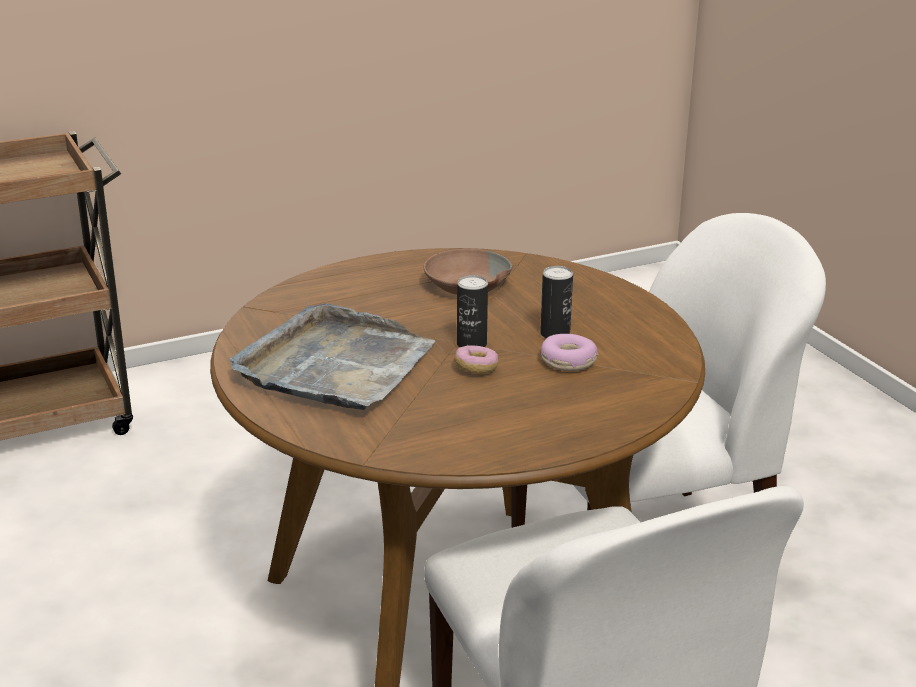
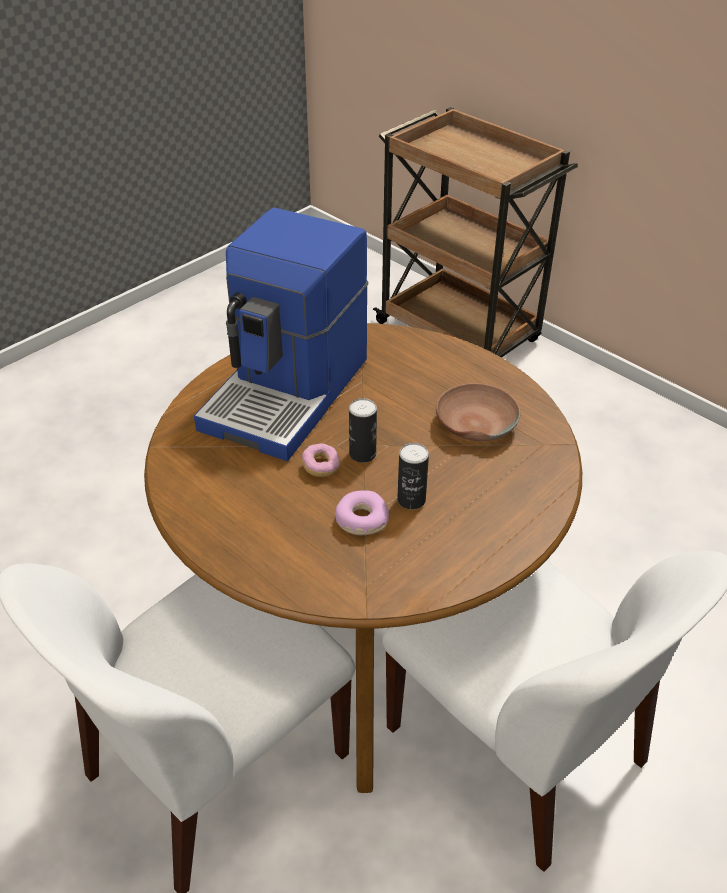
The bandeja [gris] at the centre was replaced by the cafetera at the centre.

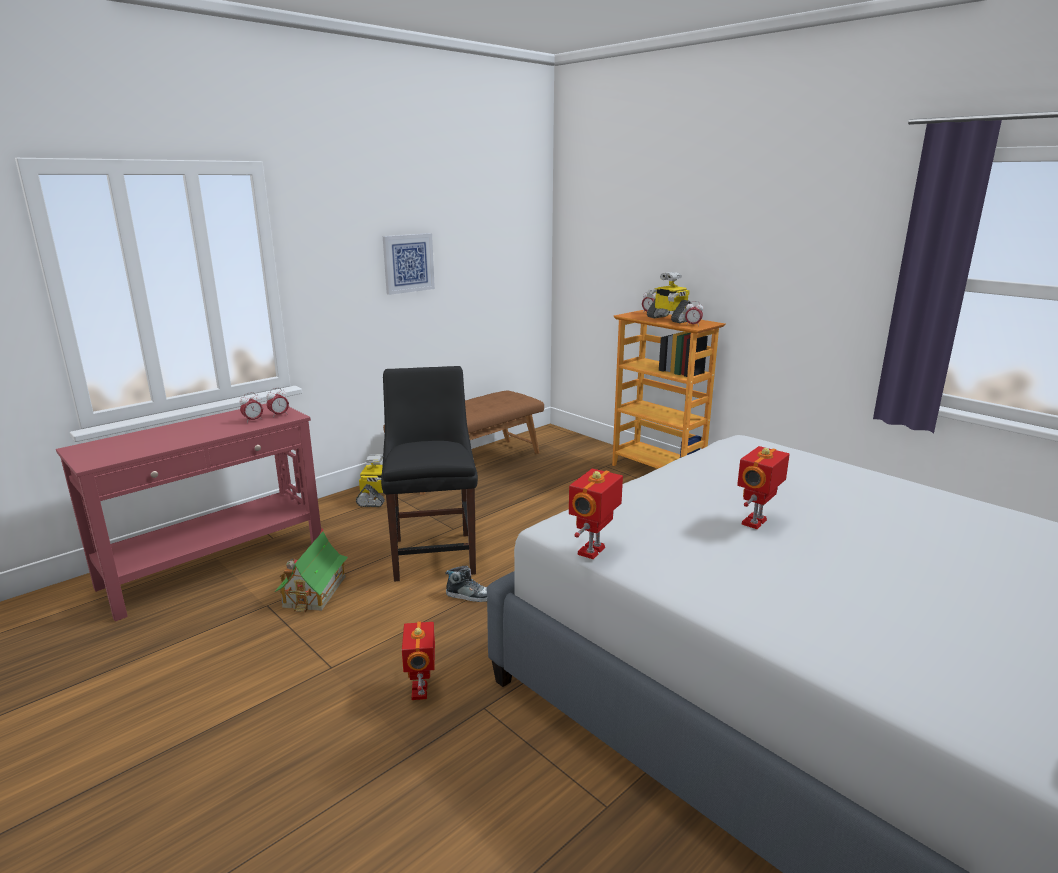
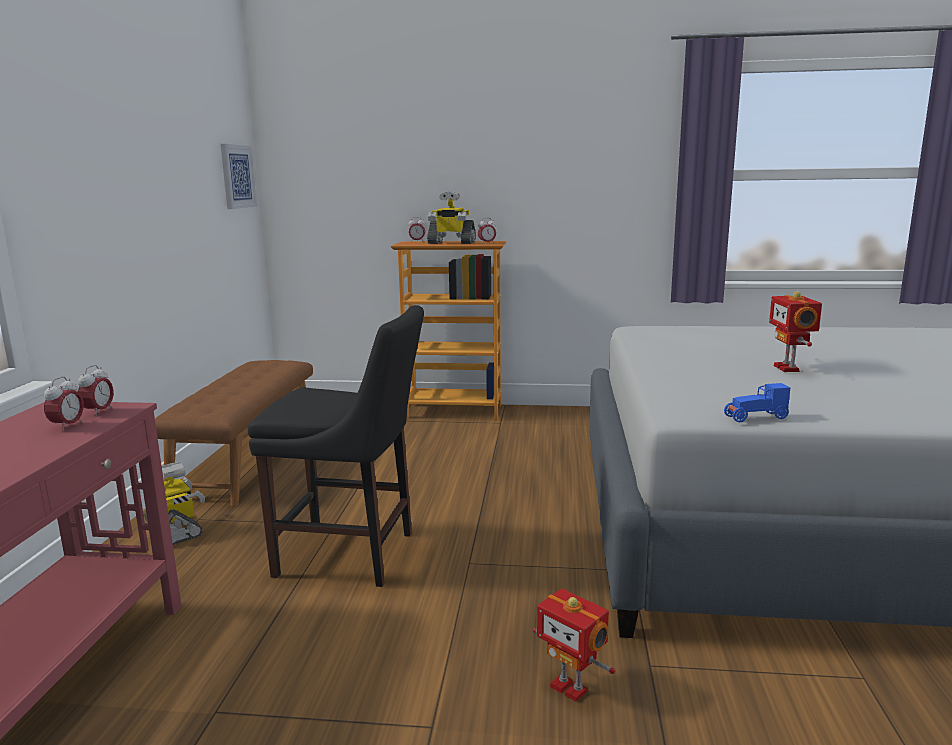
The cuadro moved from the top centre to the top left. The silla [negro] at the centre turned 150 degrees clockwise. The robot de juguete (3rd from left) at the centre was replaced by the coche de juguete [azul] at the middle right. The casita at the middle left disappeared. The zapato at the bottom centre disappeared.

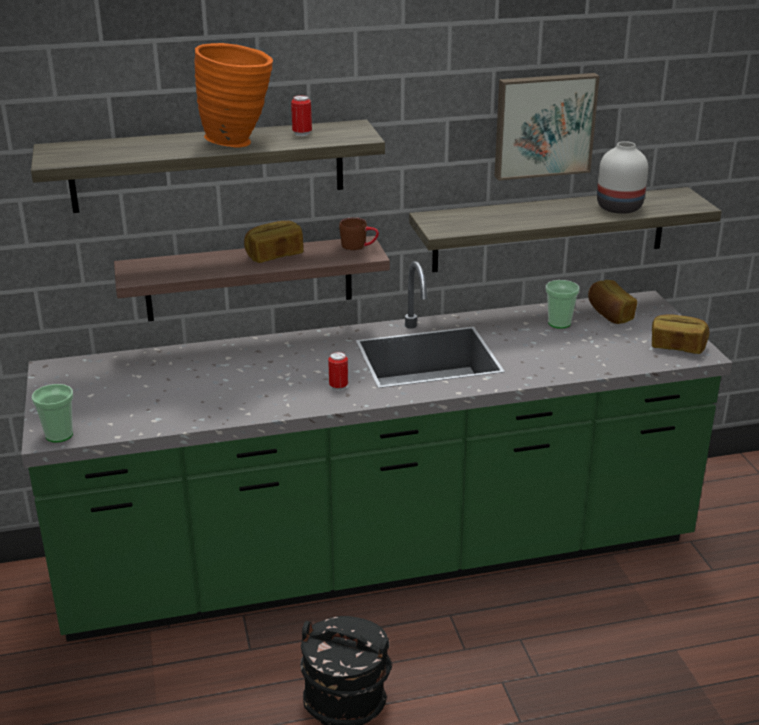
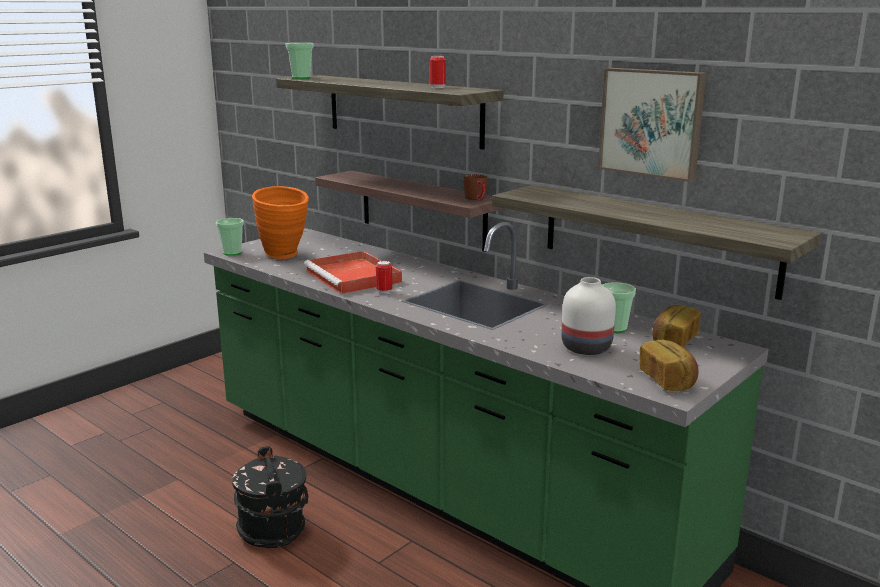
The florero [naranja] moved from the top left to the middle left. The taza (2nd from left) at the top centre appeared. The bandeja [rojo] at the centre appeared. The florero [blanco] moved from the top right to the middle right. The pan (1st from left) at the centre disappeared.

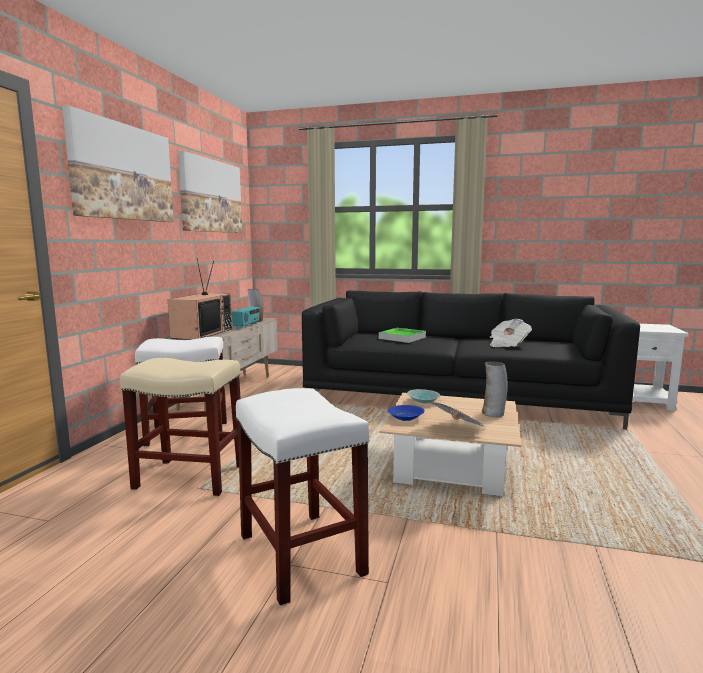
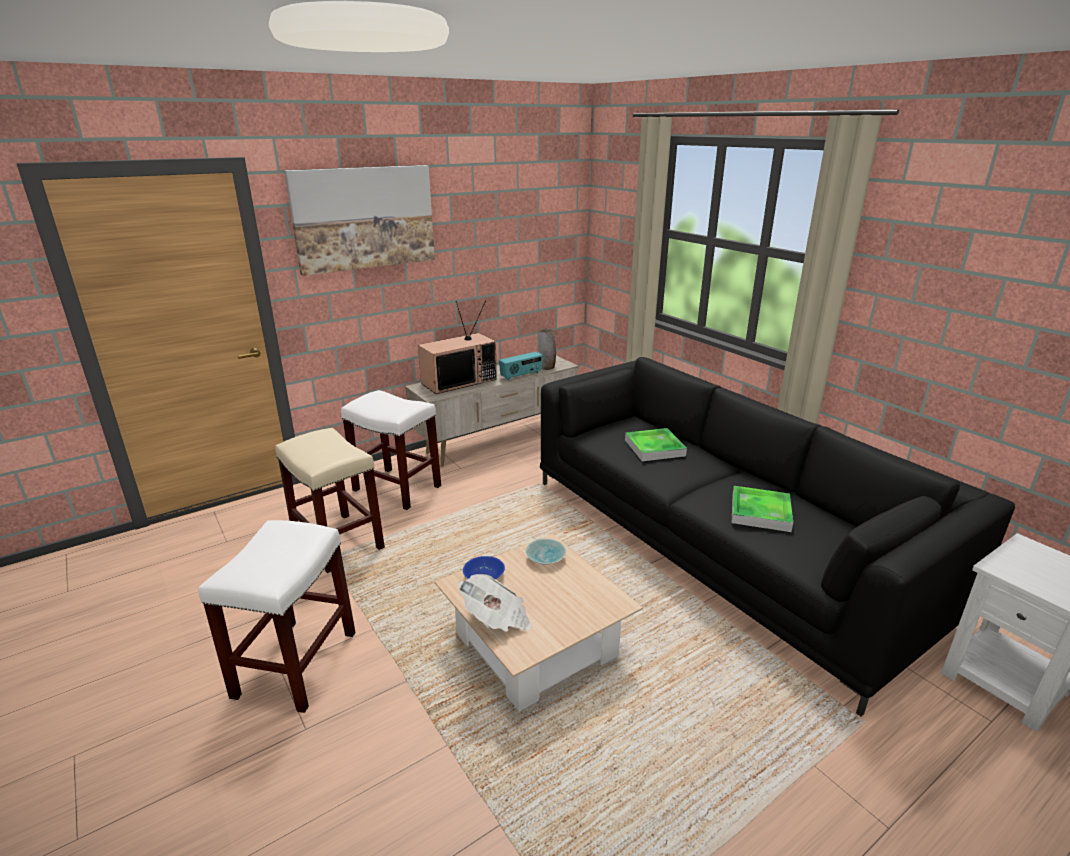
The periódico (2nd from left) at the middle right was replaced by the bandeja (2nd from left) at the middle right. The cuadro (2nd from left) at the top left disappeared. The florero (2nd from left) at the middle right disappeared.

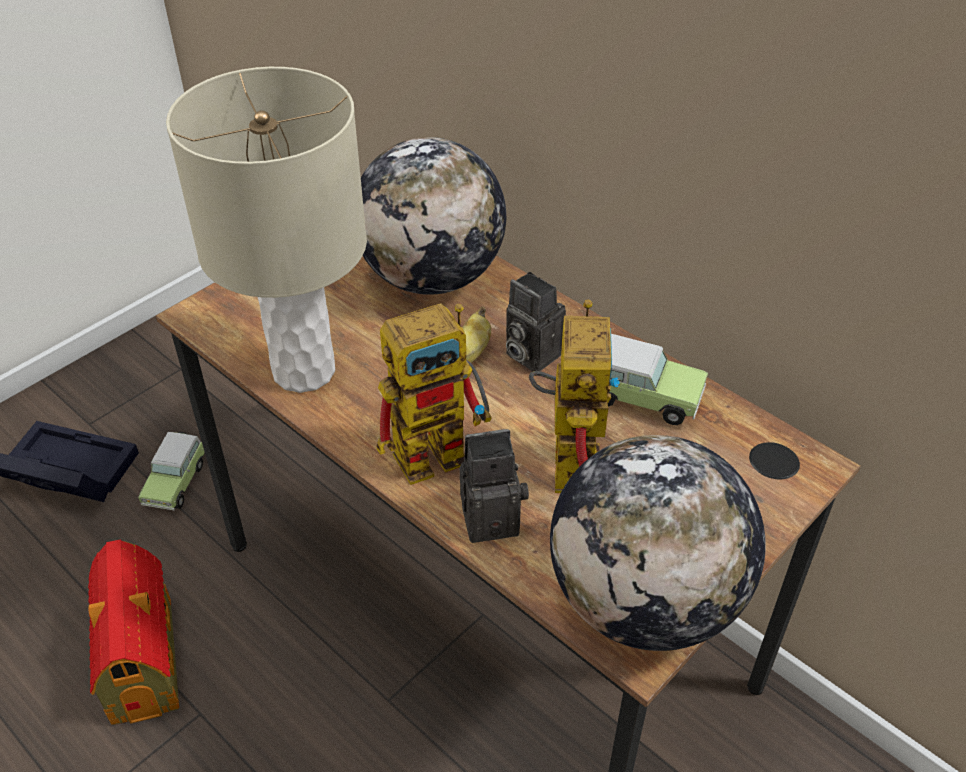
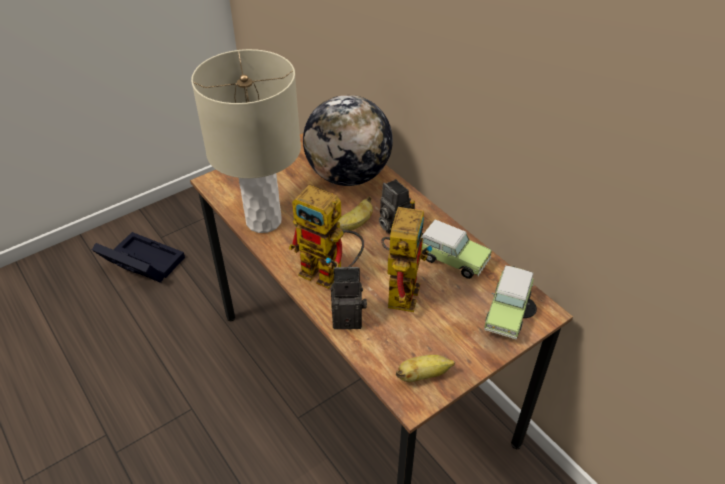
The robot de juguete (1st from left) at the centre turned 45 degrees clockwise. The globo terráqueo (2nd from left) at the bottom right was replaced by the plátano (2nd from left) at the bottom centre. The coche de juguete (1st from left in the first image) moved from the middle left to the middle right. The casita at the bottom left disappeared.

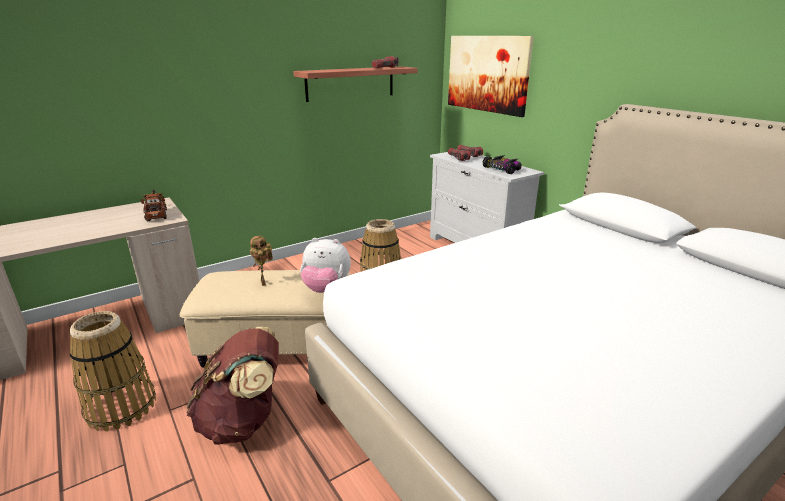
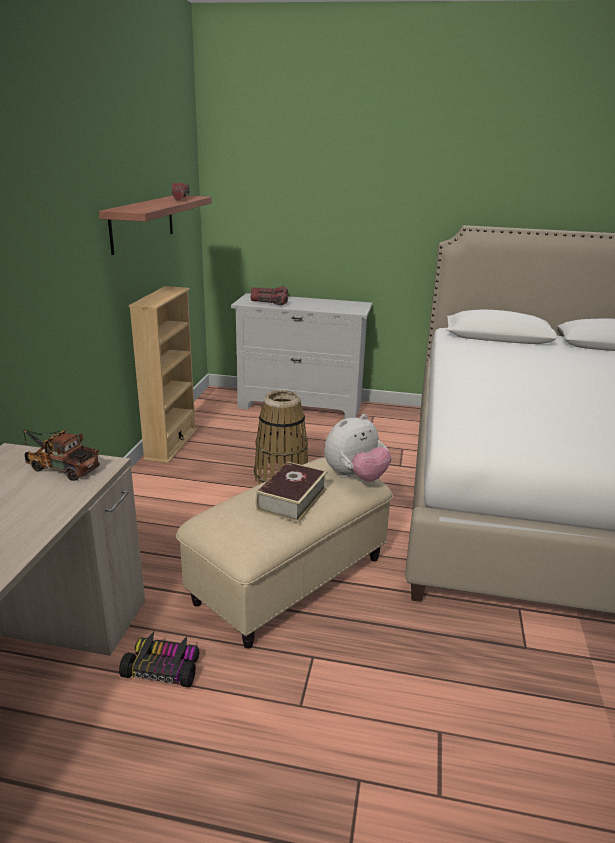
The coche de juguete moved from the top centre to the bottom left. The estantería [beis] at the middle left appeared. The robot de juguete at the middle left was replaced by the libro at the centre. The cesta (1st from left) at the bottom left disappeared. The mochila [marrón] at the bottom left disappeared. The cuadro at the top centre disappeared.

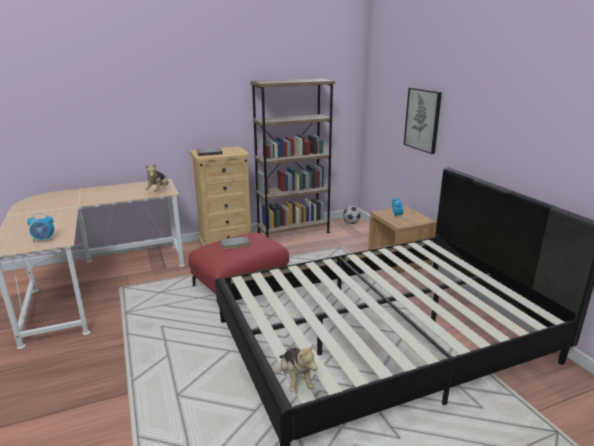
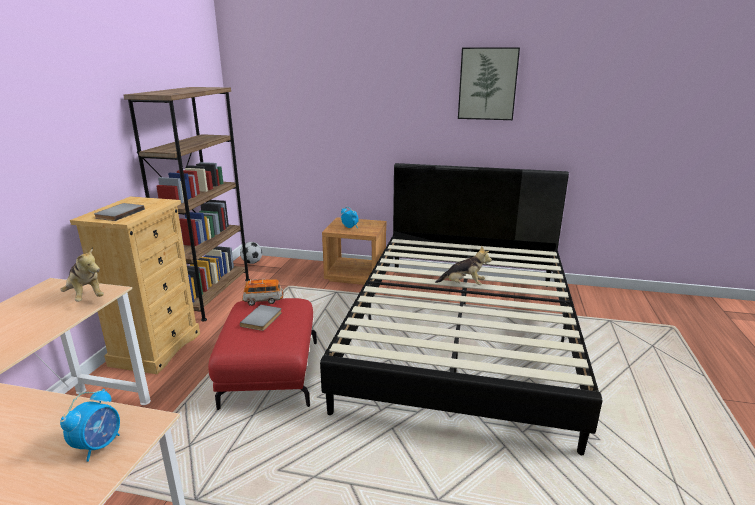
The coche de juguete at the centre appeared. The peluche (2nd from left) moved from the bottom centre to the centre. The cuadro moved from the top right to the top centre.

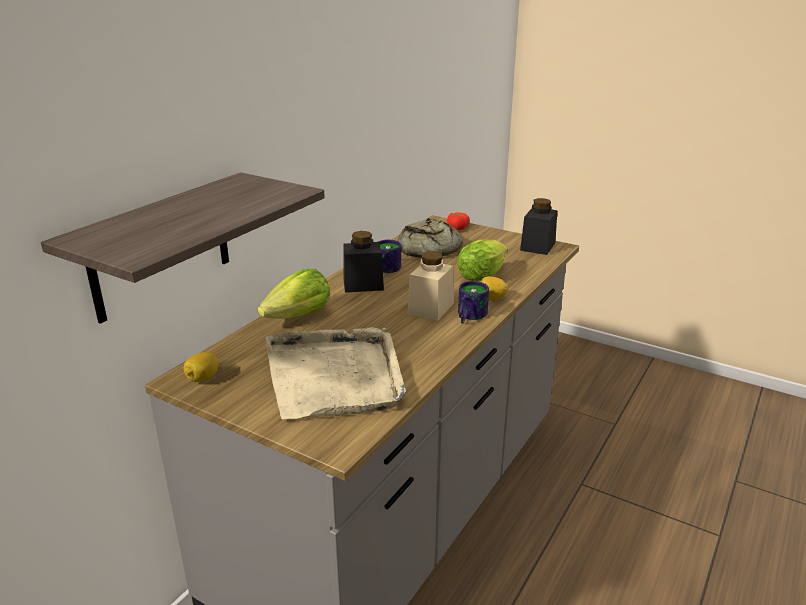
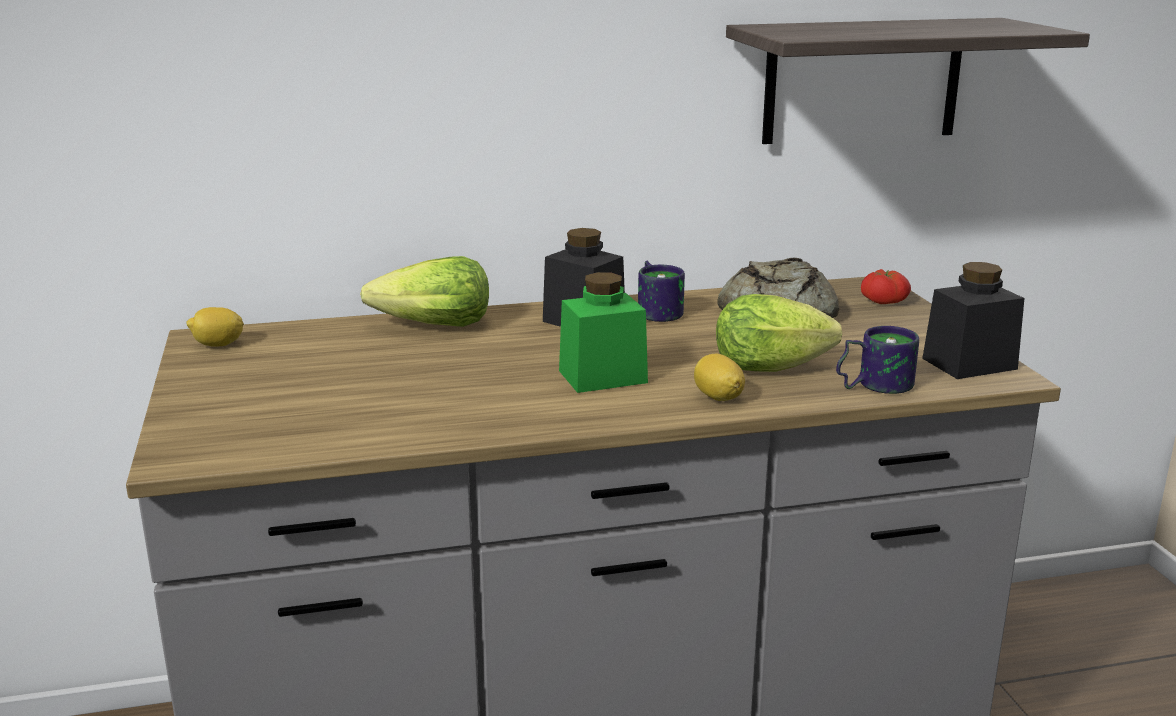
The tarro [beis] at the centre became the tarro [verde] at the centre. The estante moved from the middle left to the top right. The taza grande (2nd from left) moved from the centre to the middle right. The bandeja [beis] at the centre disappeared.

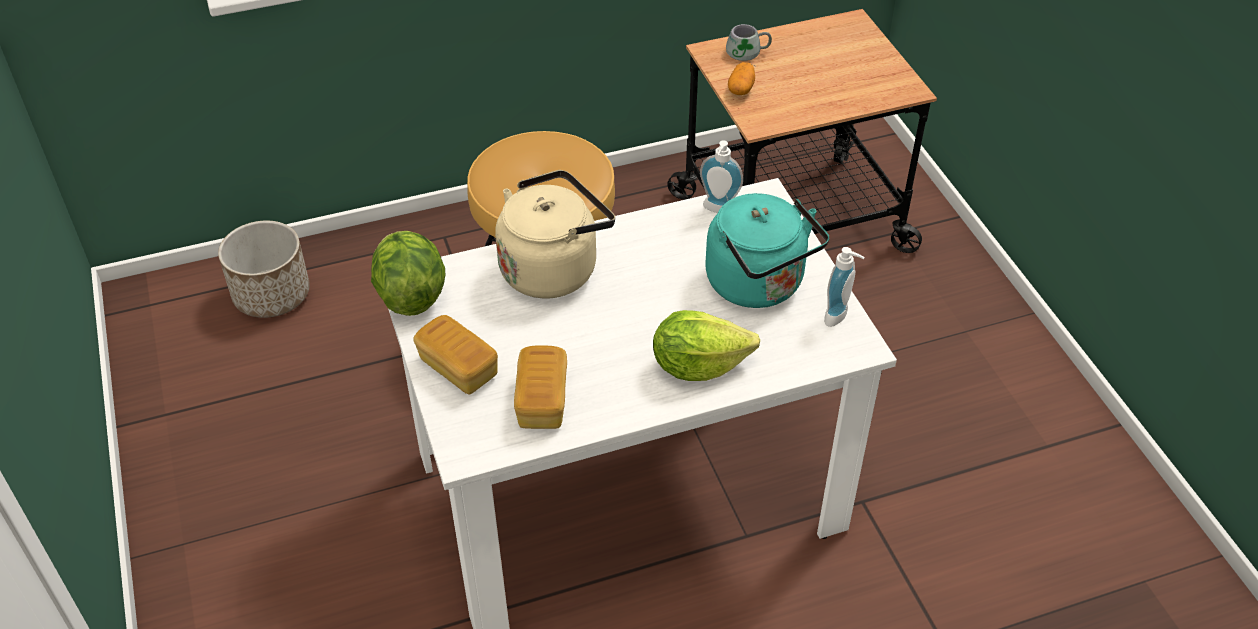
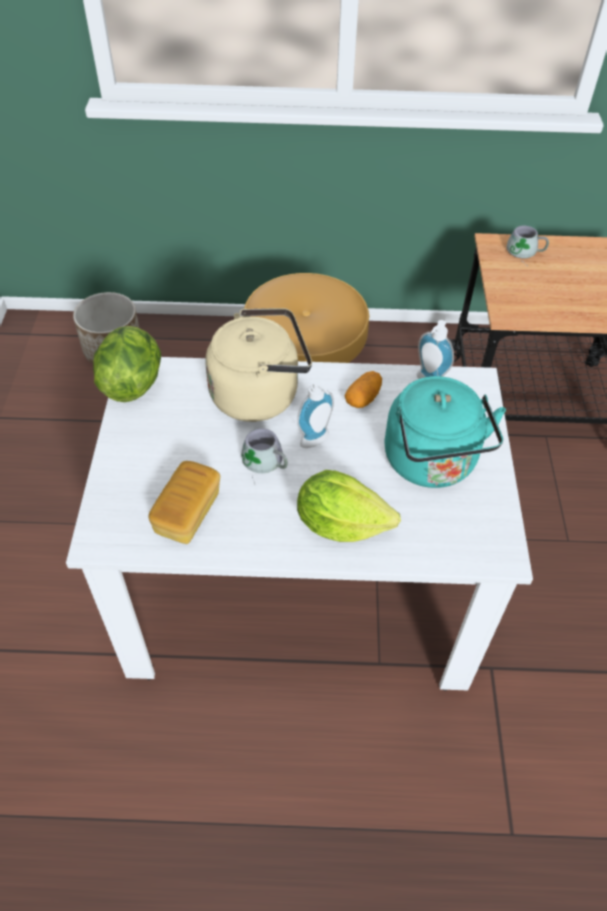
The taza grande [gris] (1st from left) at the centre appeared. The dispensador de jabón (2nd from left in the first image) moved from the middle right to the centre. The patata moved from the top centre to the centre. The pan (1st from left) at the centre disappeared.

